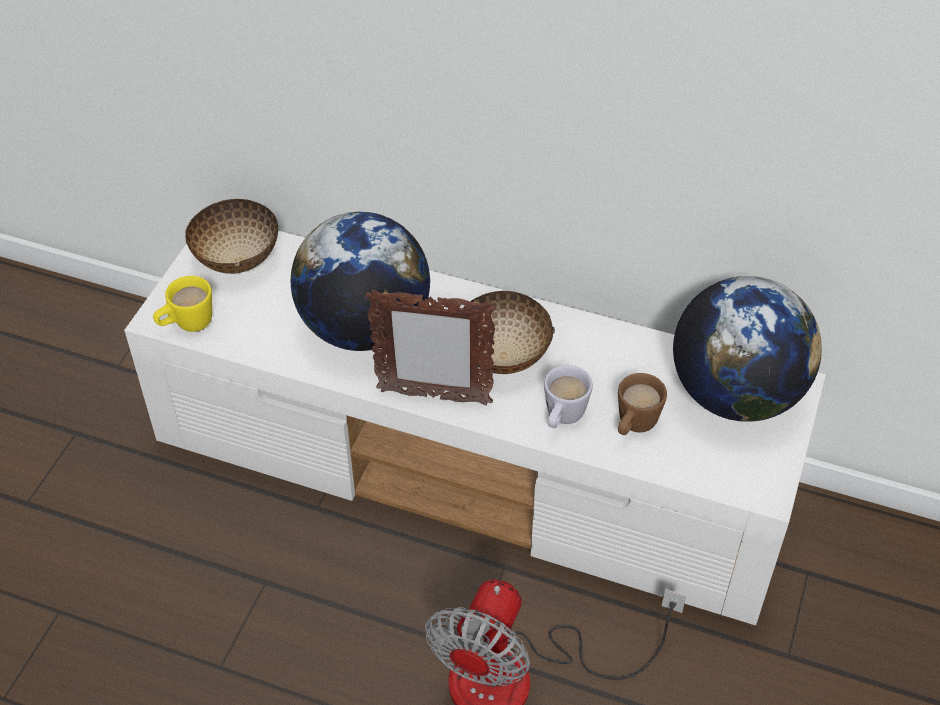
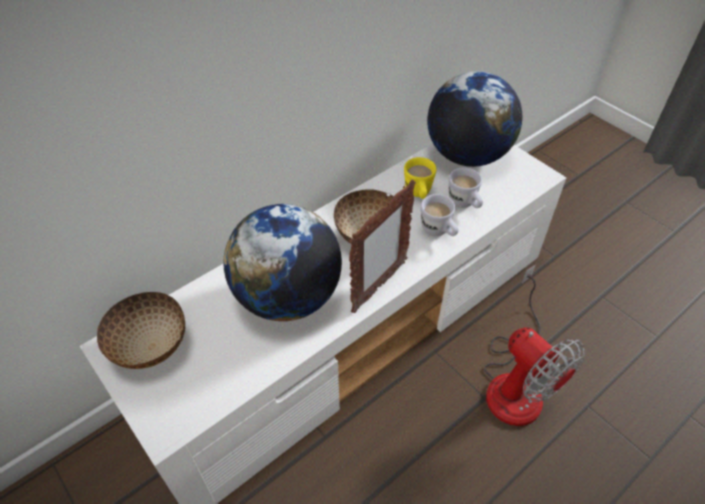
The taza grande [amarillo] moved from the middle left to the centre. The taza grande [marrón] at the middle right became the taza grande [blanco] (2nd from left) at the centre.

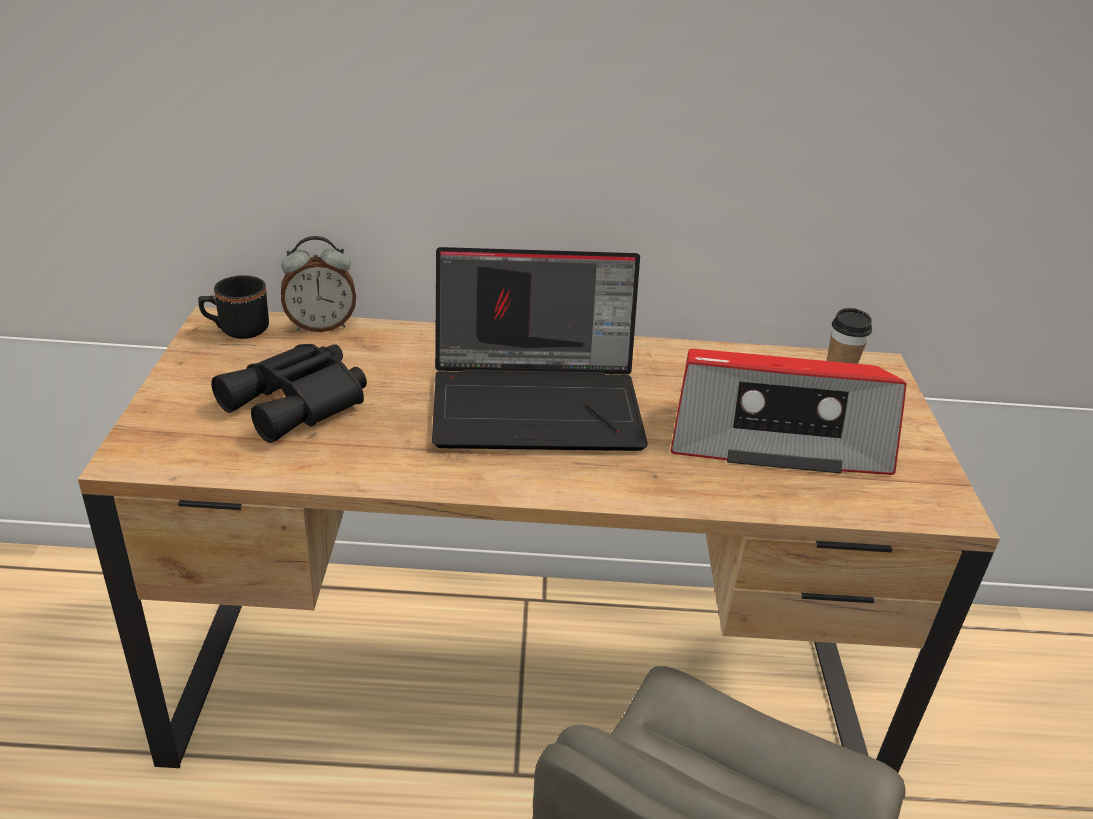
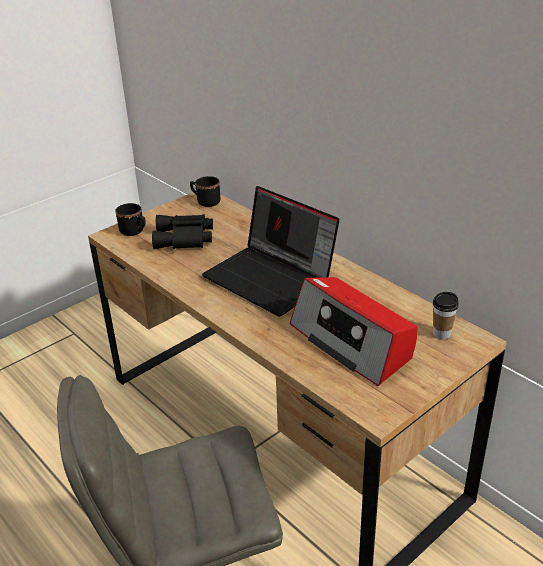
The taza grande [negro] (1st from left) at the middle left appeared. The despertador at the middle left disappeared.

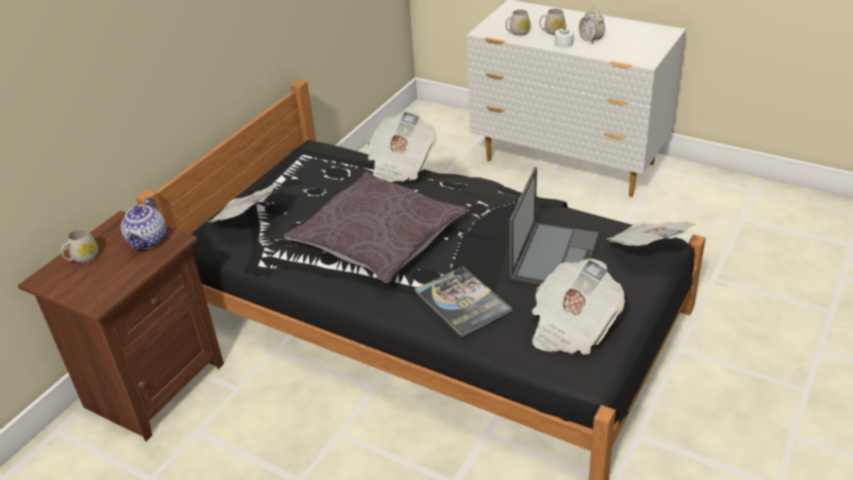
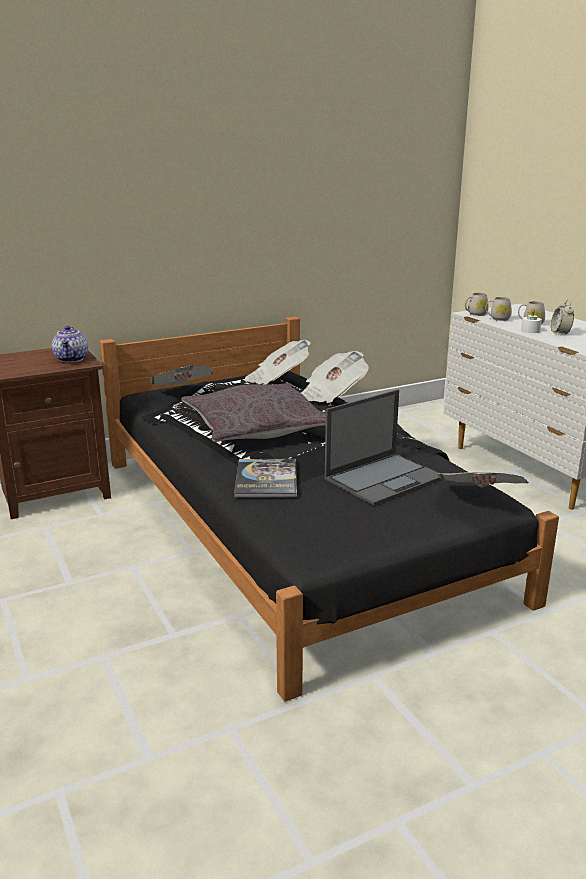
The tetera at the middle left turned 45 degrees counterclockwise. The periódico (3rd from left in the first image) moved from the middle right to the centre. The taza grande [blanco] (1st from left) moved from the middle left to the middle right.

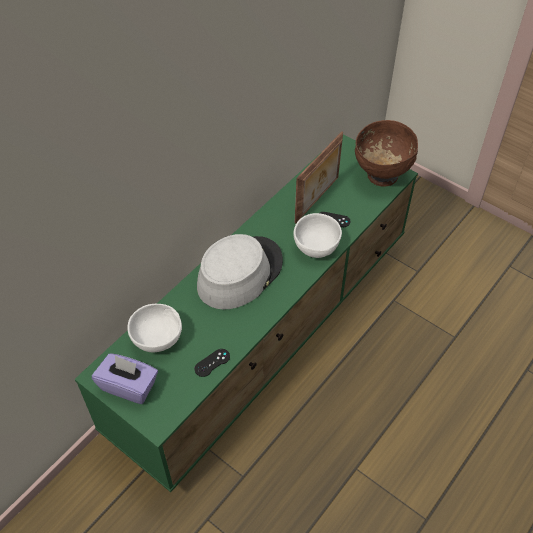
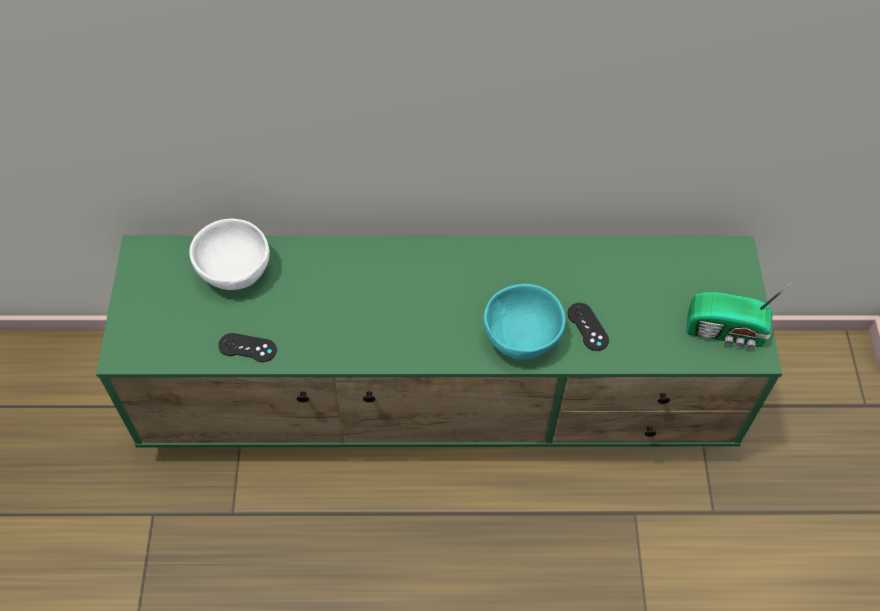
The cuenco [blanco] (2nd from left) at the centre became the cuenco [turquesa] at the centre. The cuenco [marrón] at the top right was replaced by the radio at the middle right. The caja de pañuelos [morado] at the bottom left disappeared. The sombrero [gris] at the centre disappeared. The portarretratos at the top centre disappeared.

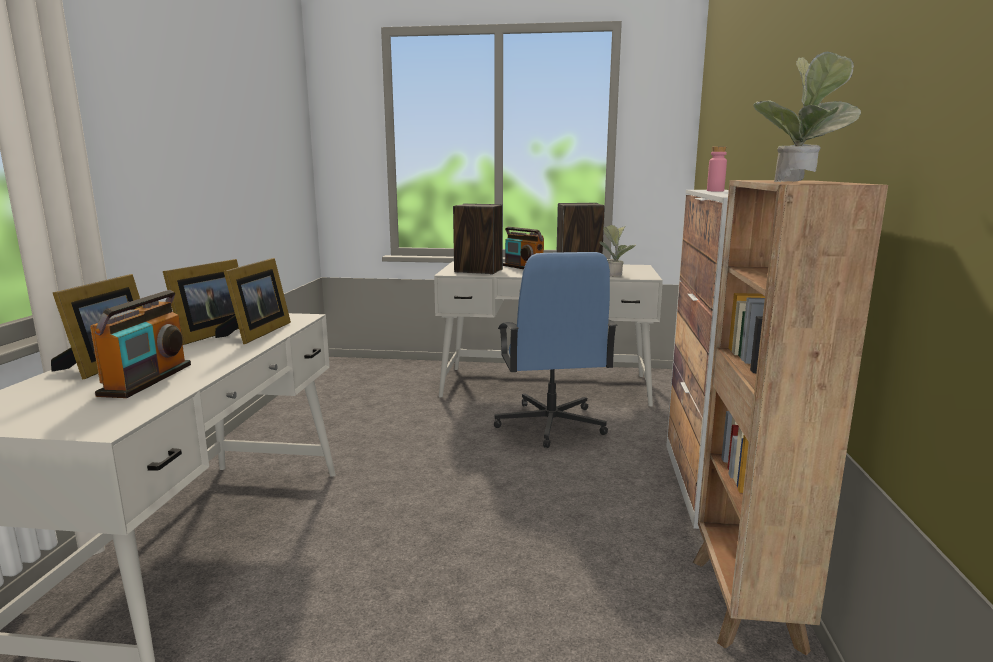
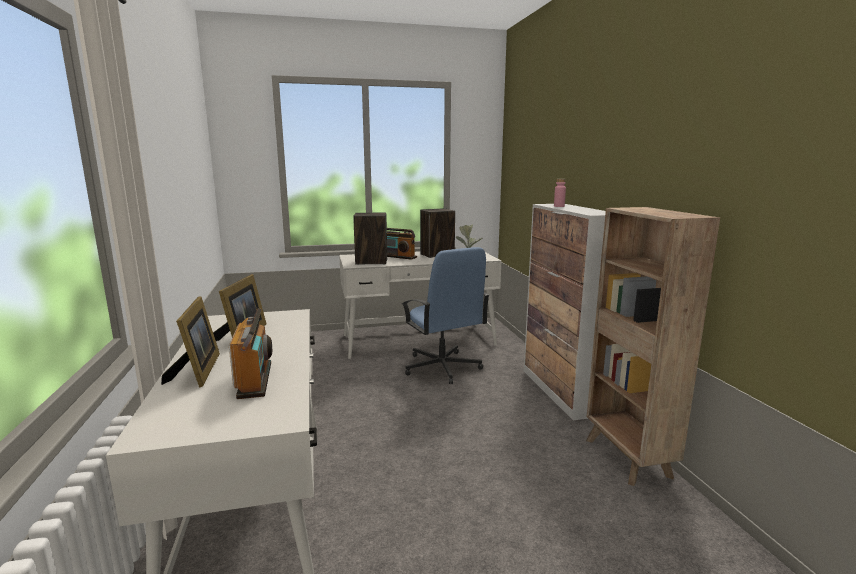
The portarretratos (3rd from left) at the middle left disappeared. The planta en maceta (2nd from left) at the top right disappeared.

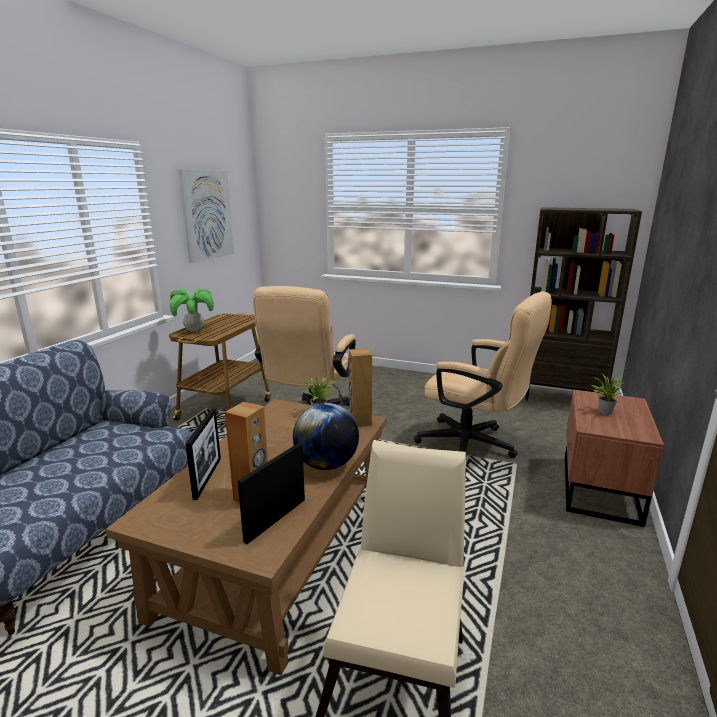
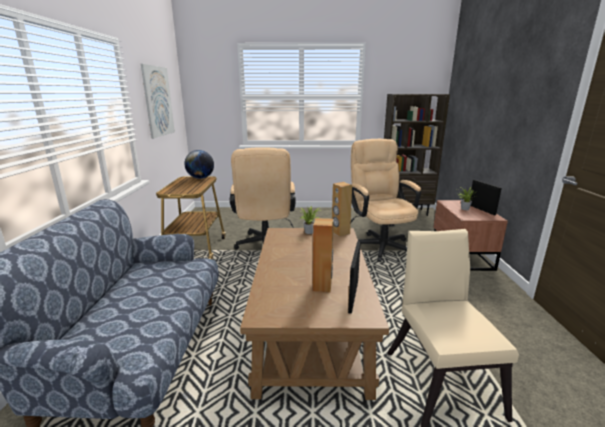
The globo terráqueo moved from the centre to the middle left. The silla de oficina [beis] (2nd from left) at the middle right turned 120 degrees counterclockwise. The portarretratos (1st from left in the first image) moved from the middle left to the middle right. The planta en maceta (1st from left) at the middle left disappeared.

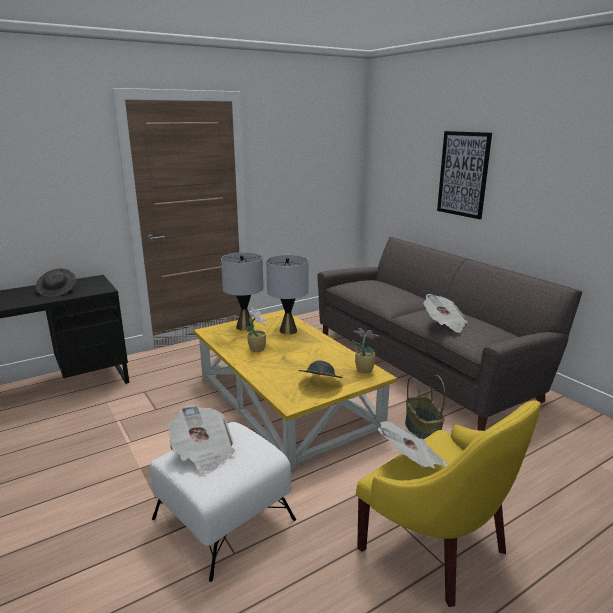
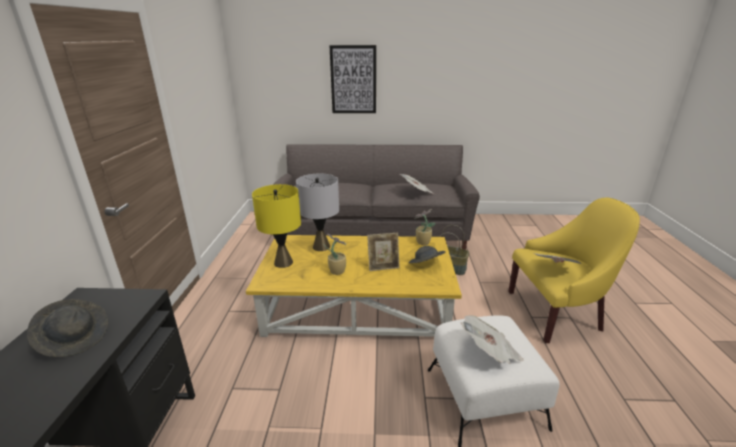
The lámpara de mesa [gris] (1st from left) at the centre became the lámpara de mesa [amarillo] at the centre. The portarretratos at the centre appeared.

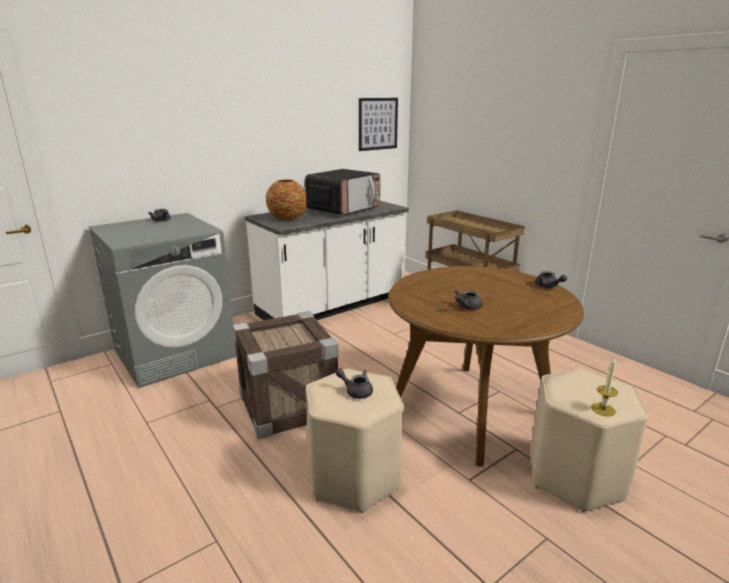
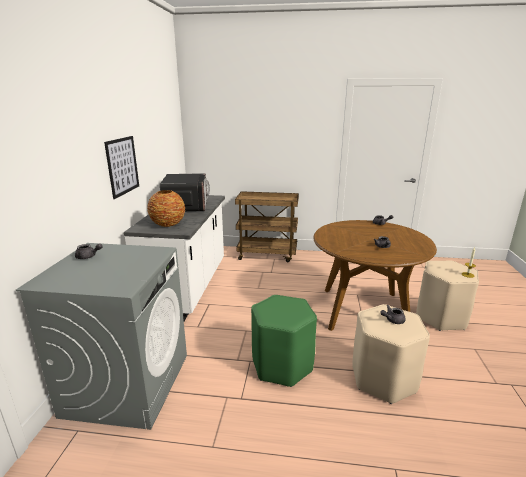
The cuadro moved from the top centre to the middle left. The caja de embalaje at the centre was replaced by the taburete [verde] at the bottom centre.

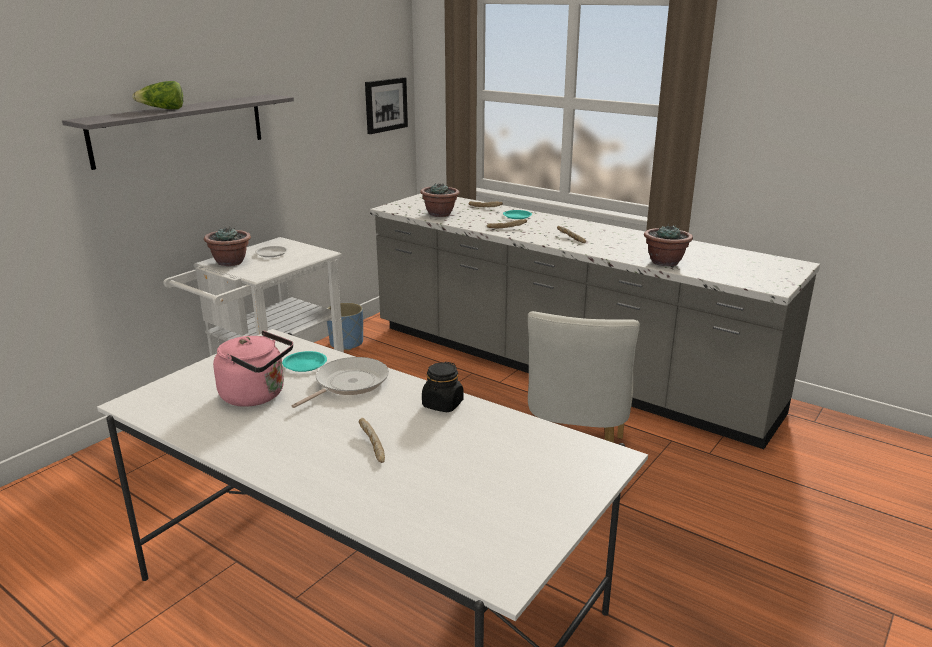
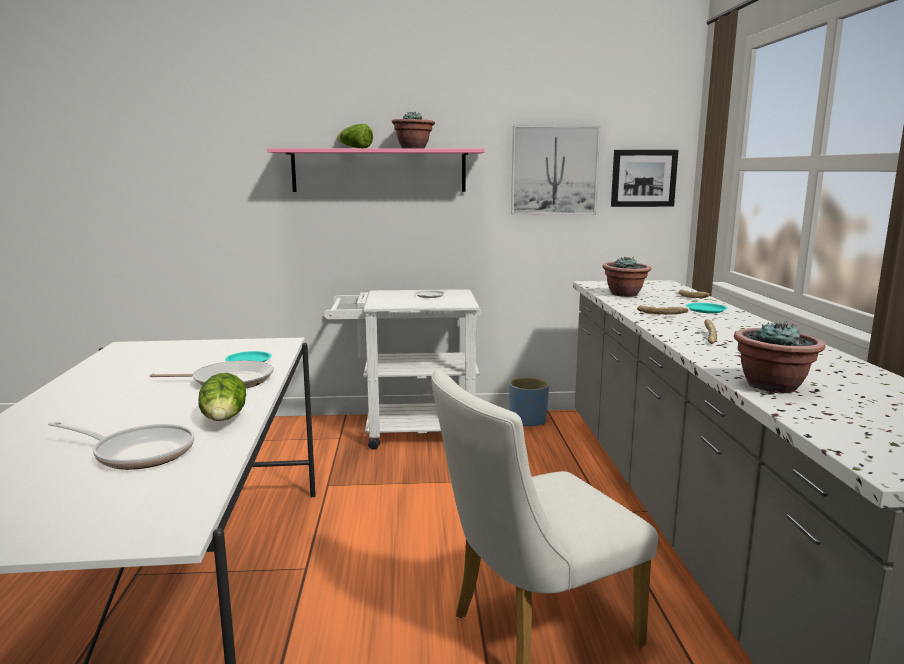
The sartén (1st from left) at the bottom left appeared. The tarro [negro] at the centre was replaced by the lechuga (1st from left) at the middle left. The estante [gris] at the top left became the estante [rosa] at the top centre. The planta en maceta (1st from left) moved from the middle left to the top centre. The cuadro (1st from left) at the top centre appeared. The hervidor [rosa] at the middle left disappeared. The pan (1st from left) at the bottom centre disappeared.

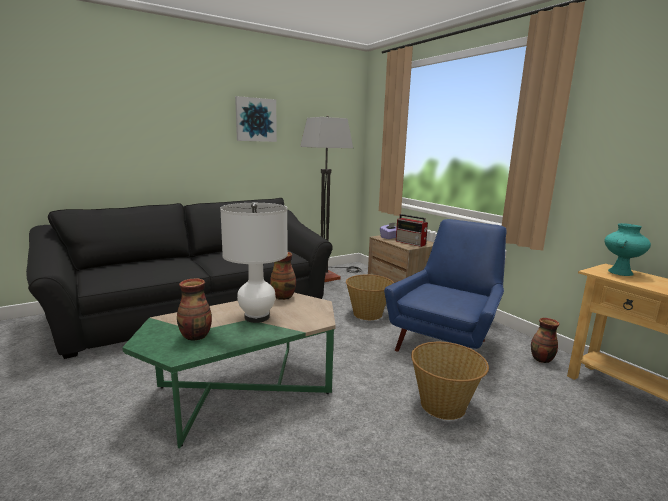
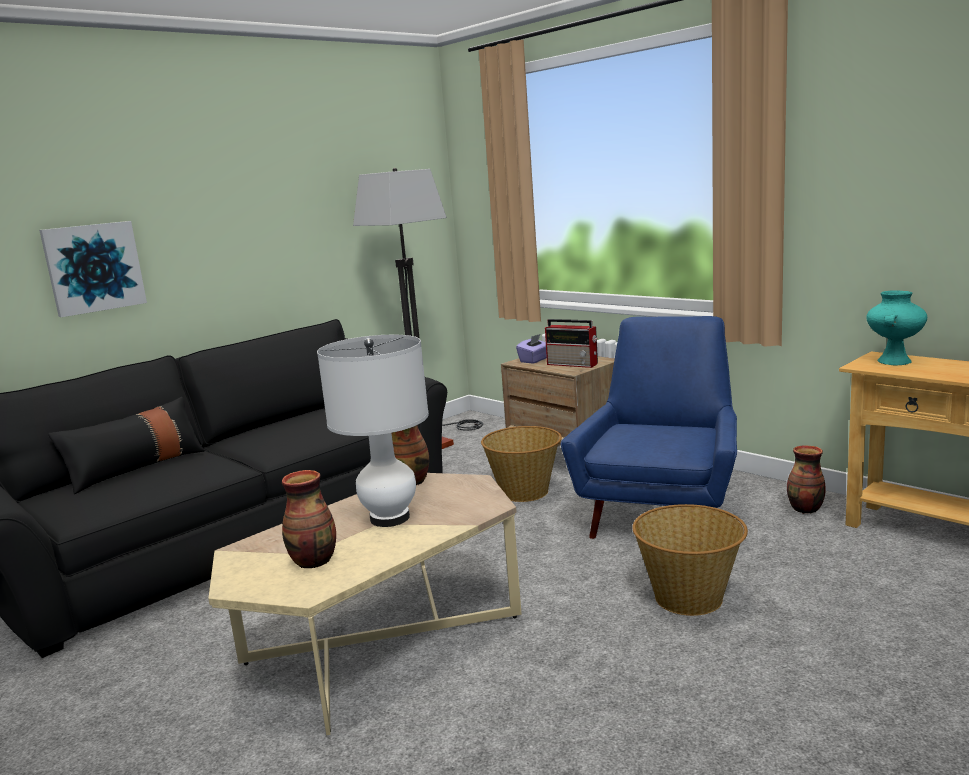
The cuadro moved from the top centre to the middle left. The cojín [negro] at the middle left appeared. The mesa de centro [verde] at the bottom centre became the mesa de centro [beis] at the bottom centre.

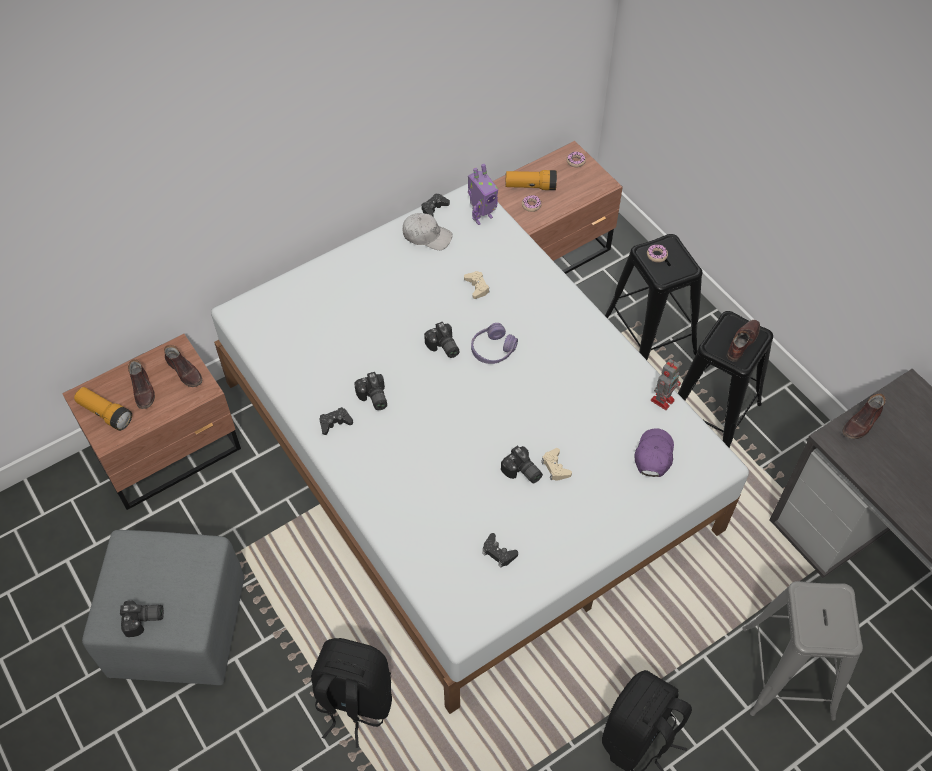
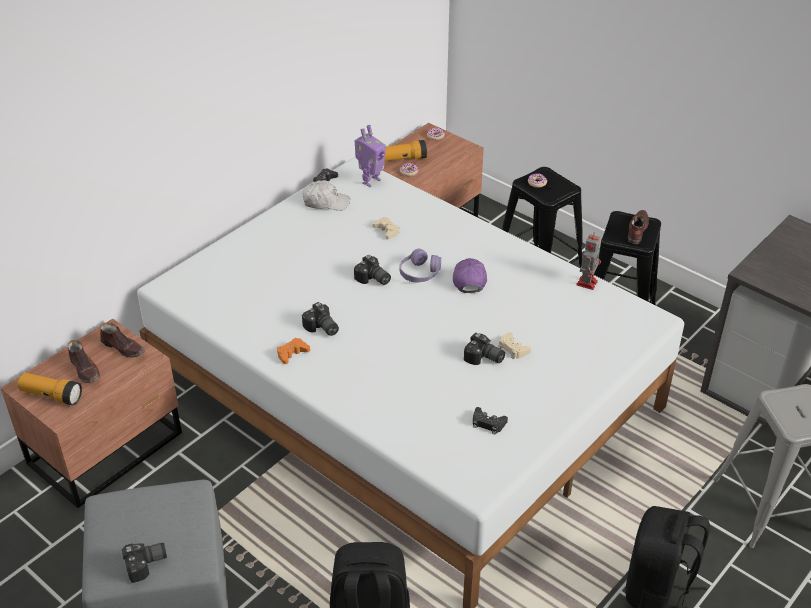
The mando de consola [negro] (1st from left) at the centre became the mando de consola [naranja] at the centre. The gorra [morado] moved from the middle right to the centre. The zapato [marrón] (4th from left) at the middle right disappeared.

